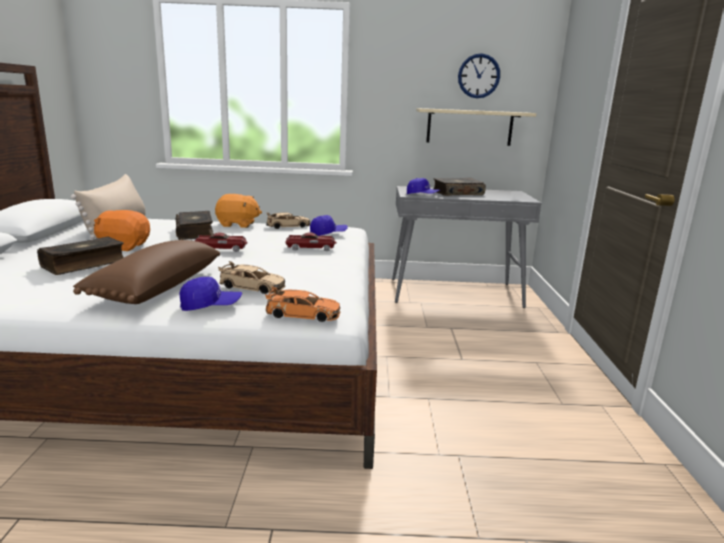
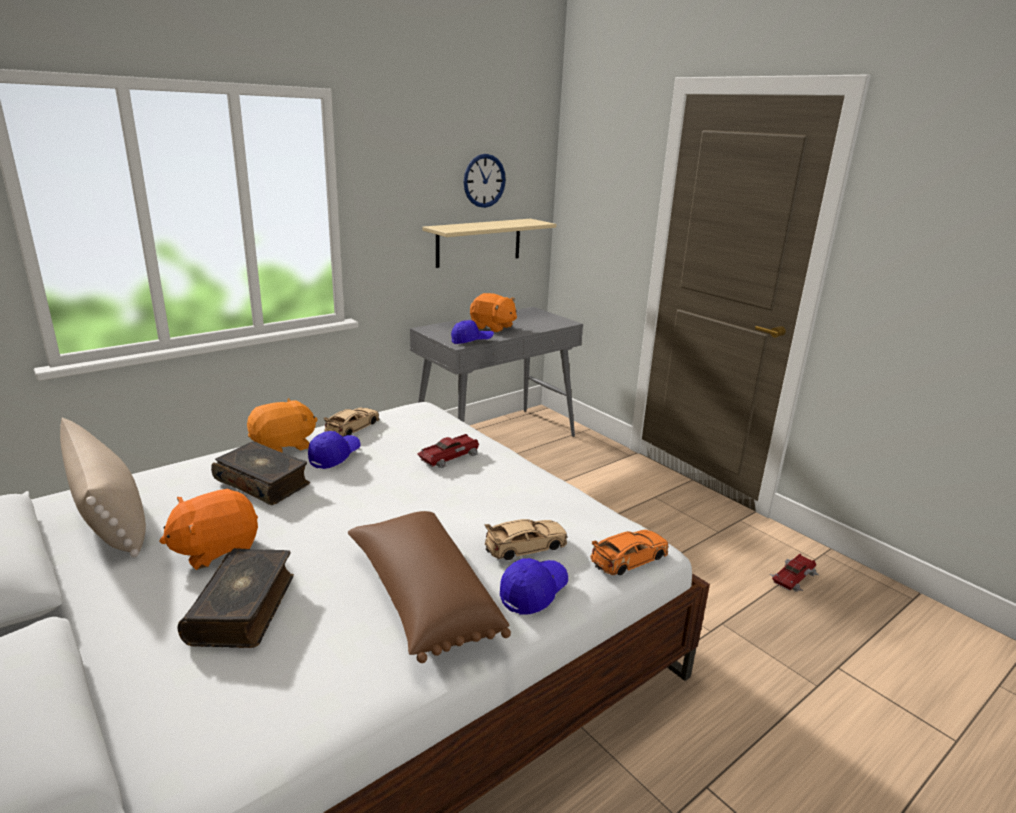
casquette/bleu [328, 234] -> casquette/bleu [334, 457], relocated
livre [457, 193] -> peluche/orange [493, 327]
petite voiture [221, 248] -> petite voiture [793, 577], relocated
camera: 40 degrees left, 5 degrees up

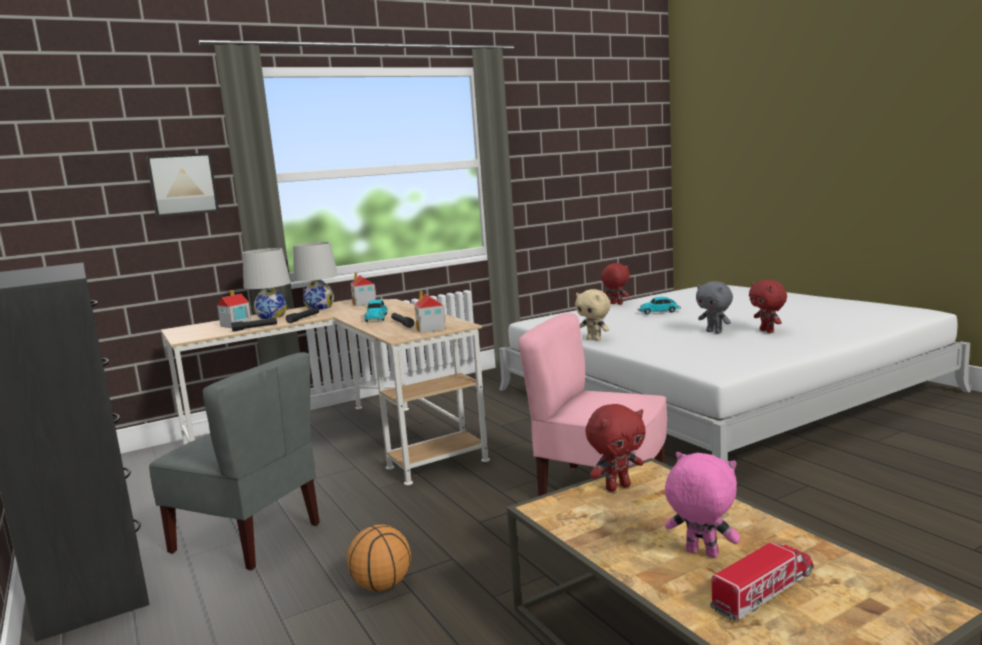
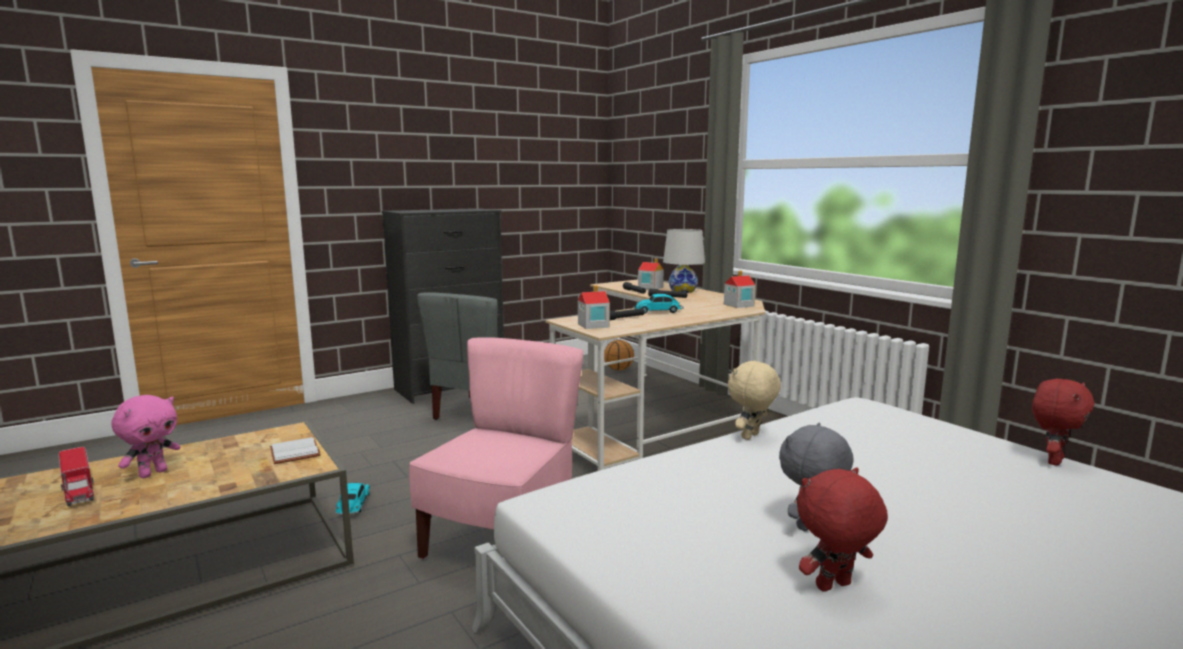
peluche/rouge [617, 487] -> livre/blanc [296, 453]
petite voiture [659, 312] -> petite voiture [353, 505], relocated
ballon de basket [382, 585] -> ballon de basket [619, 369], relocated
tableau [182, 184] -> none
lampe de table/blanc [320, 307] -> none
camera: 85 degrees right, 0 degrees up

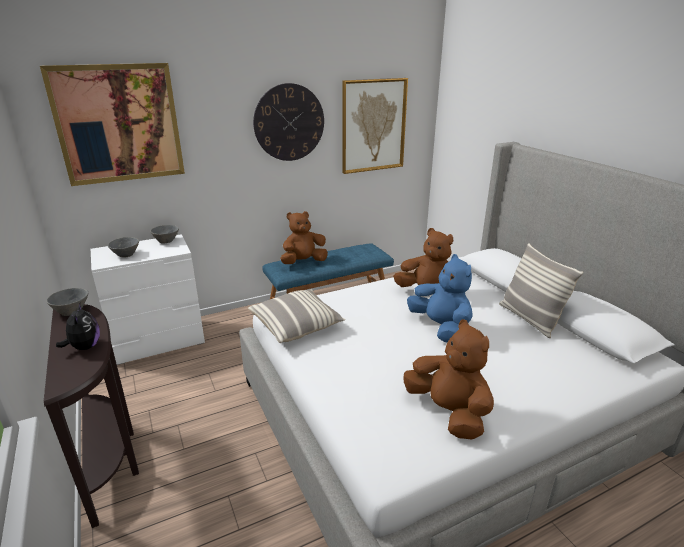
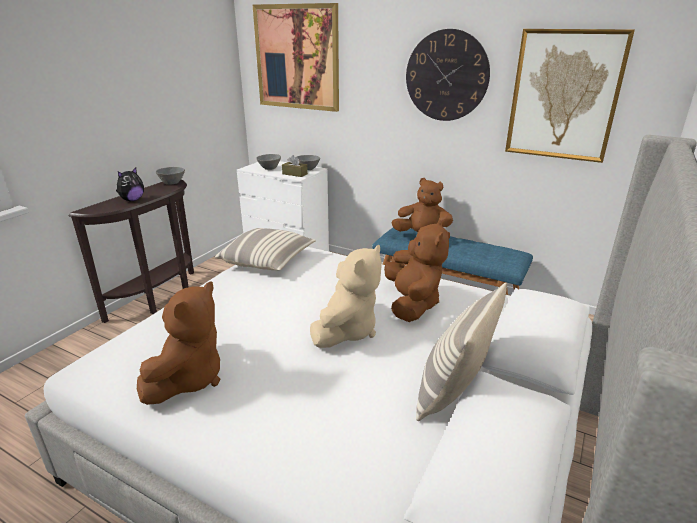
none -> boîte à mouchoirs/marron [295, 174]
peluche/bleu [440, 328] -> peluche/beige [347, 331]
camera: 55 degrees right, 0 degrees up

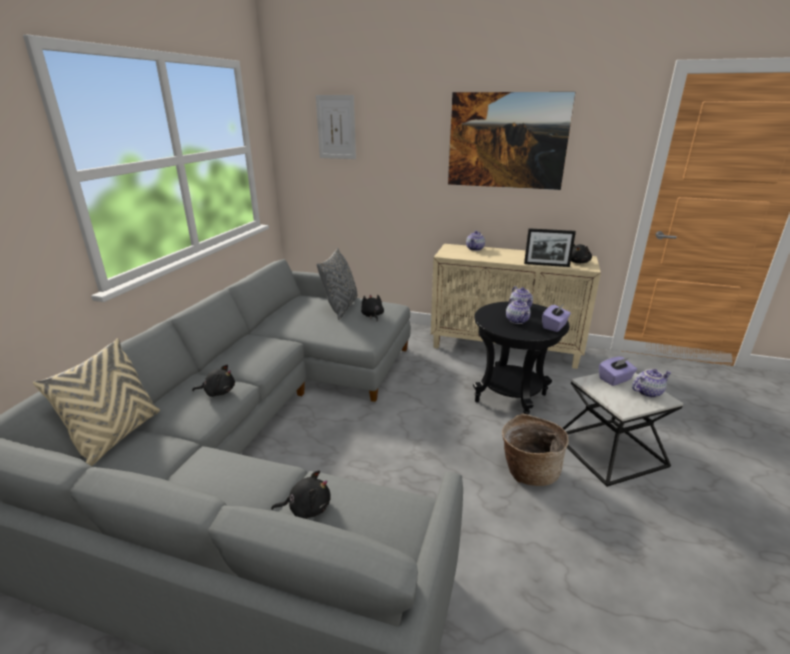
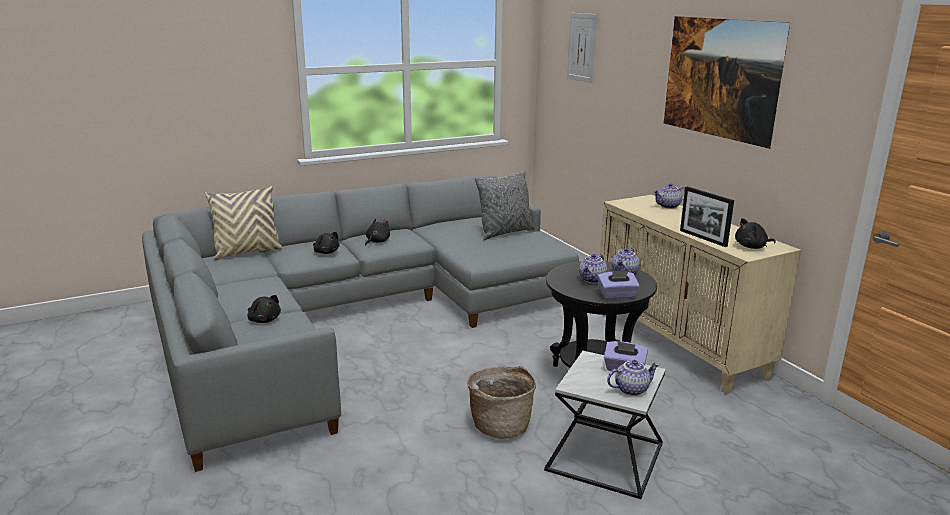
peluche/noir [372, 316] -> peluche/noir [377, 241], relocated
théière [647, 392] -> théière [631, 389], 45 degrees counterclockwise
camera: 45 degrees right, 5 degrees down

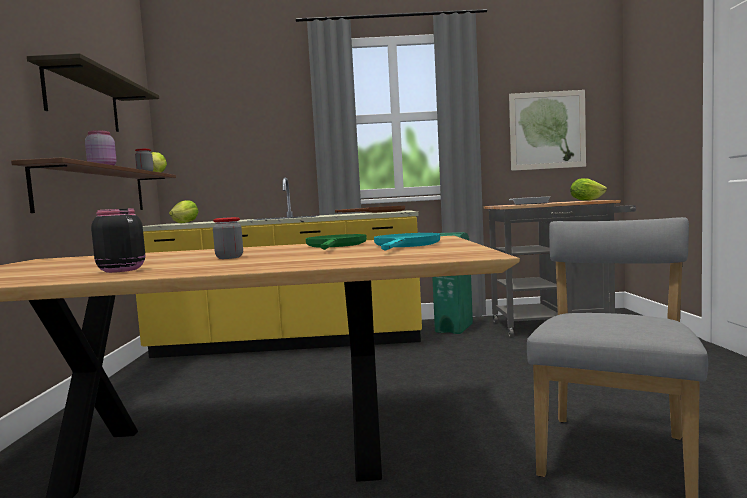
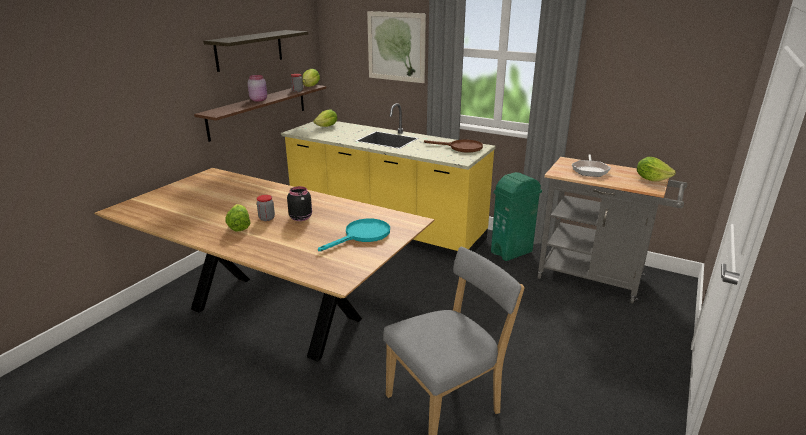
none -> laitue [239, 226]
bocal/noir [121, 270] -> bocal/noir [301, 217], relocated
tableau [547, 130] -> tableau [396, 47], relocated
poêle/vert [335, 245] -> none
camera: 30 degrees right, 20 degrees up

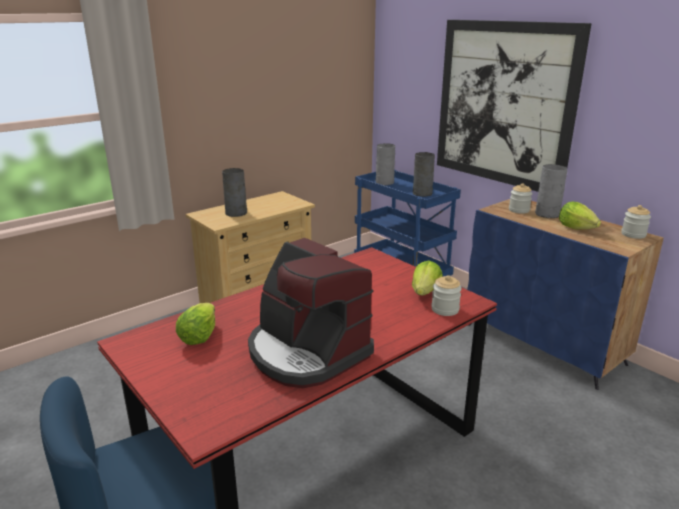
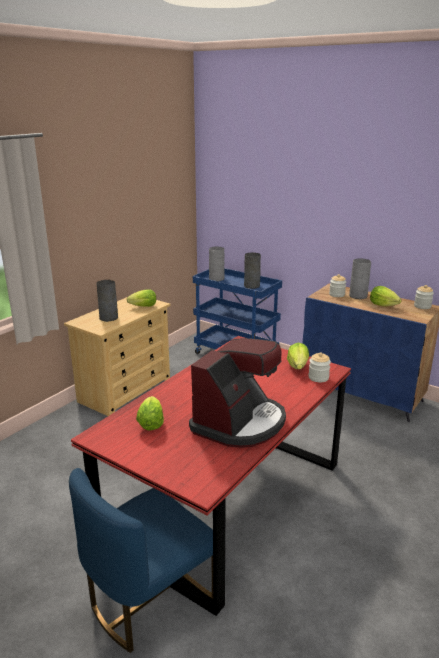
none -> laitue [144, 306]
machine à café [307, 352] -> machine à café [239, 423], 90 degrees counterclockwise
tableau [504, 104] -> none
camera: 15 degrees left, 0 degrees up

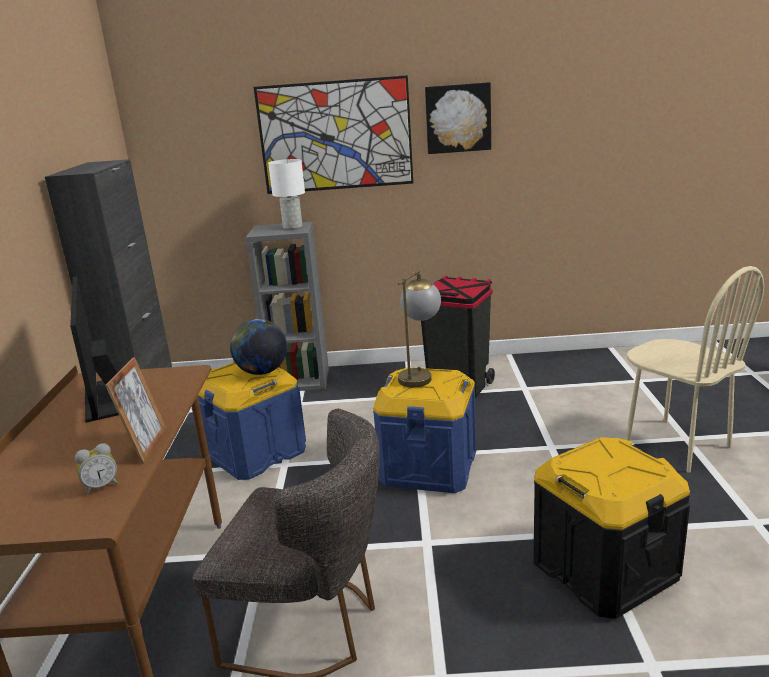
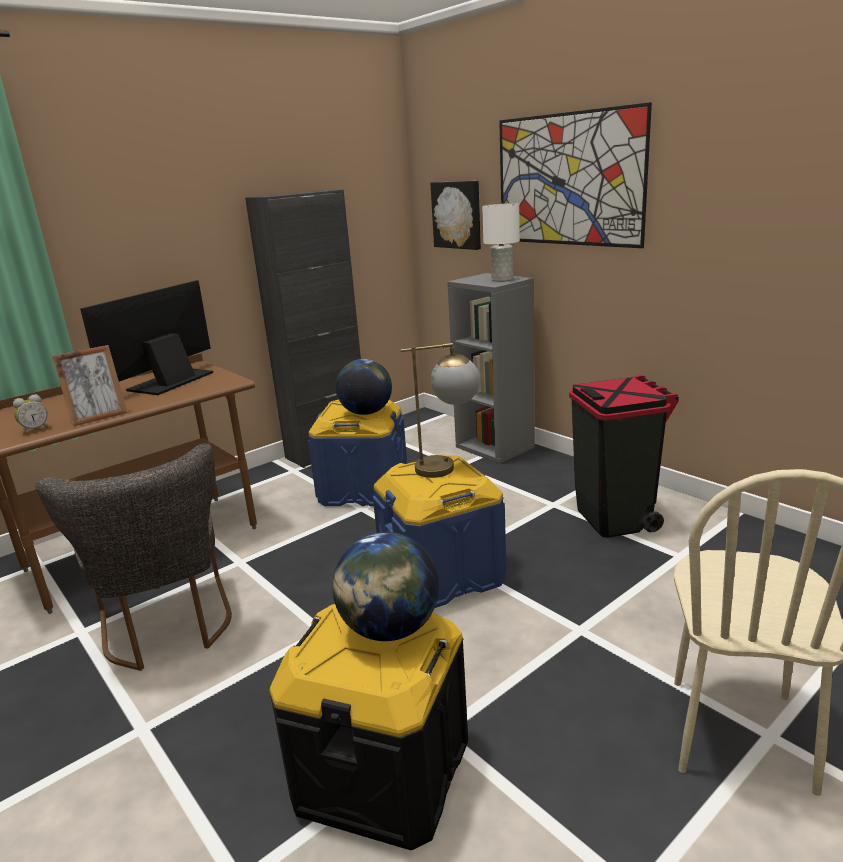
réveil [101, 486] -> réveil [35, 429], 60 degrees counterclockwise
none -> globe [389, 629]
tableau [458, 118] -> tableau [457, 215], relocated
camera: 50 degrees right, 0 degrees up

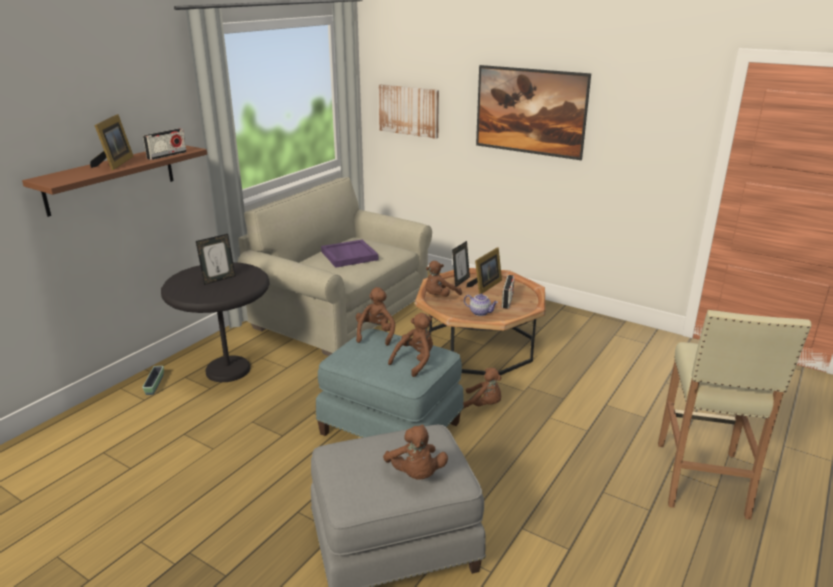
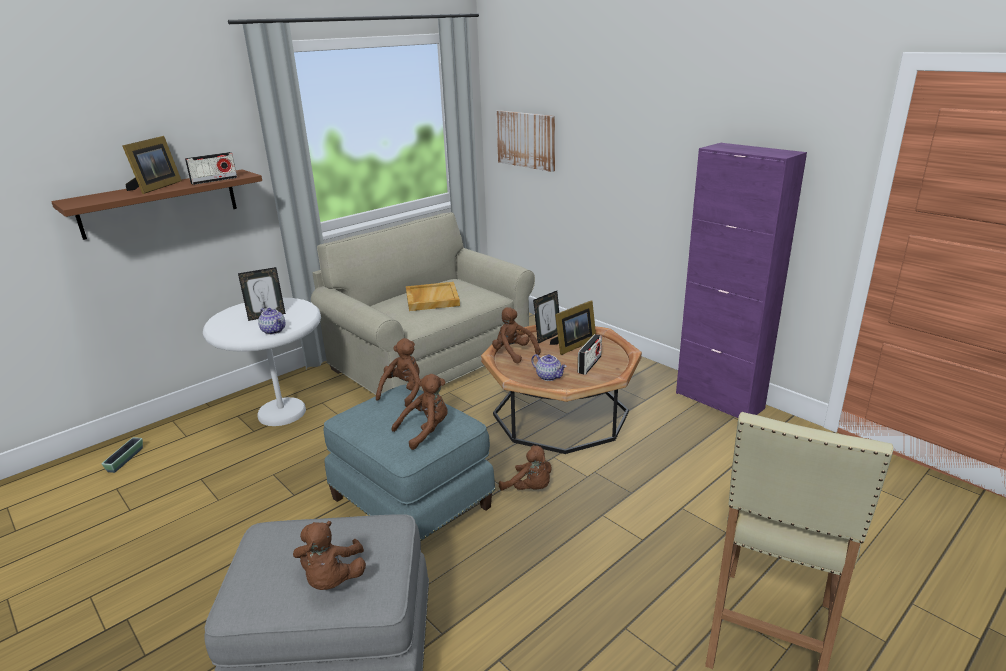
cache-pot [155, 384] -> cache-pot [125, 460], relocated
table d'appoint/noir [228, 370] -> table d'appoint/blanc [282, 413]
none -> théière [274, 331]
plateau/violet [348, 255] -> plateau/beige [431, 299]
peluche/marron [439, 296] -> peluche/marron [513, 353], 75 degrees clockwise
none -> meuble de rangement/violet [719, 401]
tableau [528, 132] -> none
camera: 15 degrees right, 0 degrees up

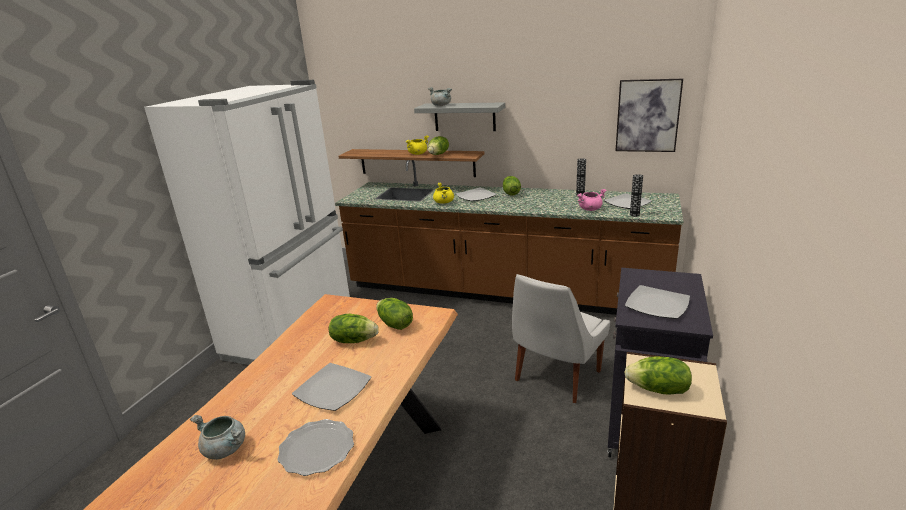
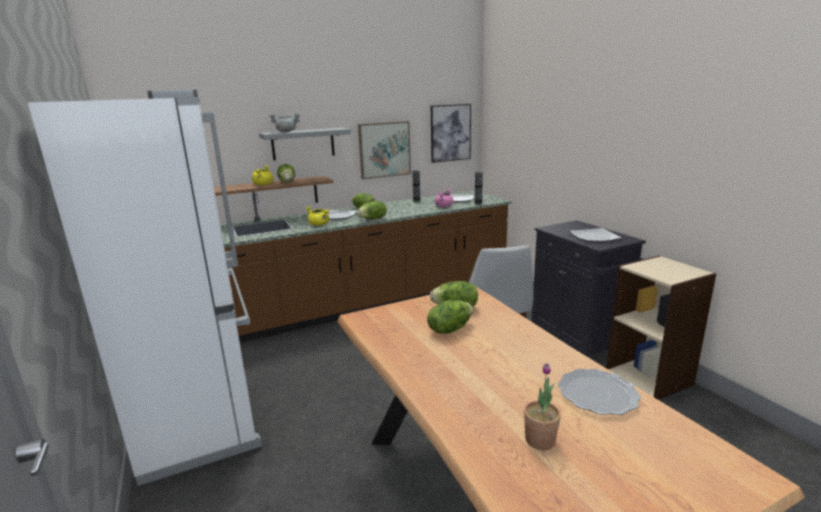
laitue [658, 390] -> laitue [373, 219], relocated
none -> tableau [384, 149]
marmite/gris [226, 449] -> plante en pot [540, 440]
assiette [333, 389] -> none
camera: 45 degrees left, 5 degrees down

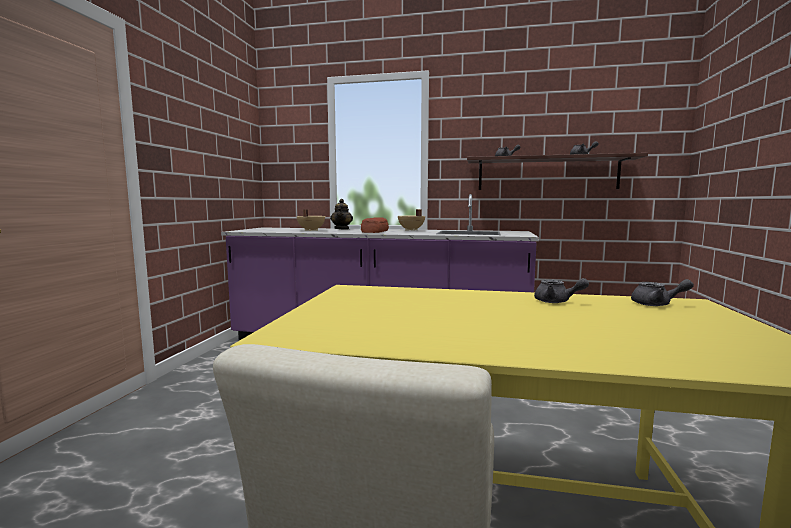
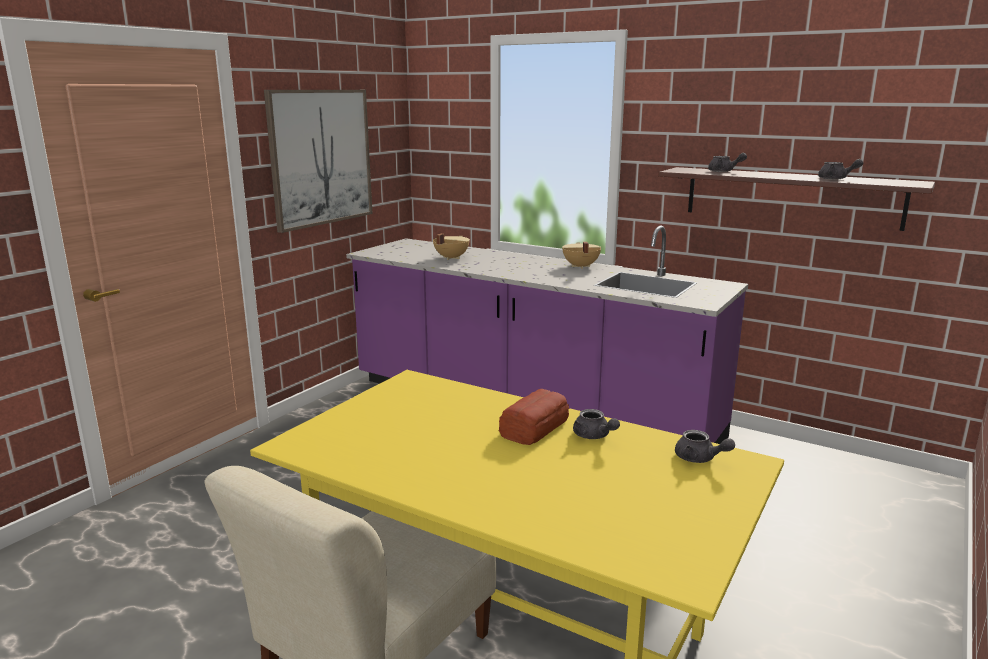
none -> tableau [321, 157]
pain [374, 231] -> pain [533, 427], relocated
théière [342, 229] -> none
camera: 20 degrees right, 10 degrees up

